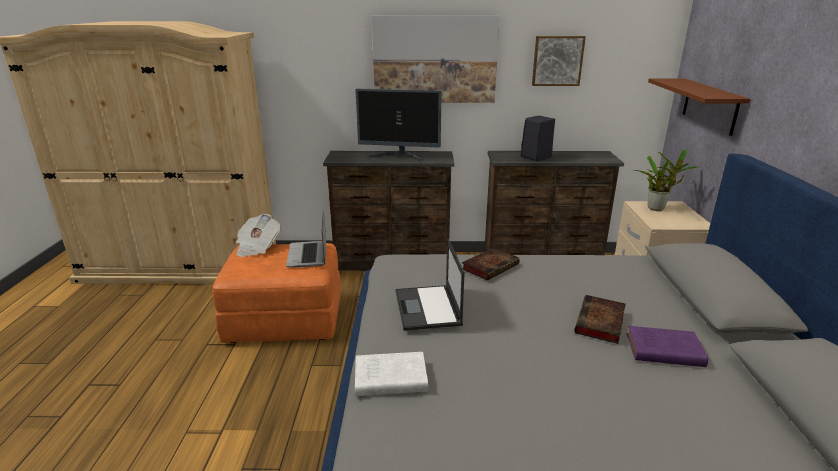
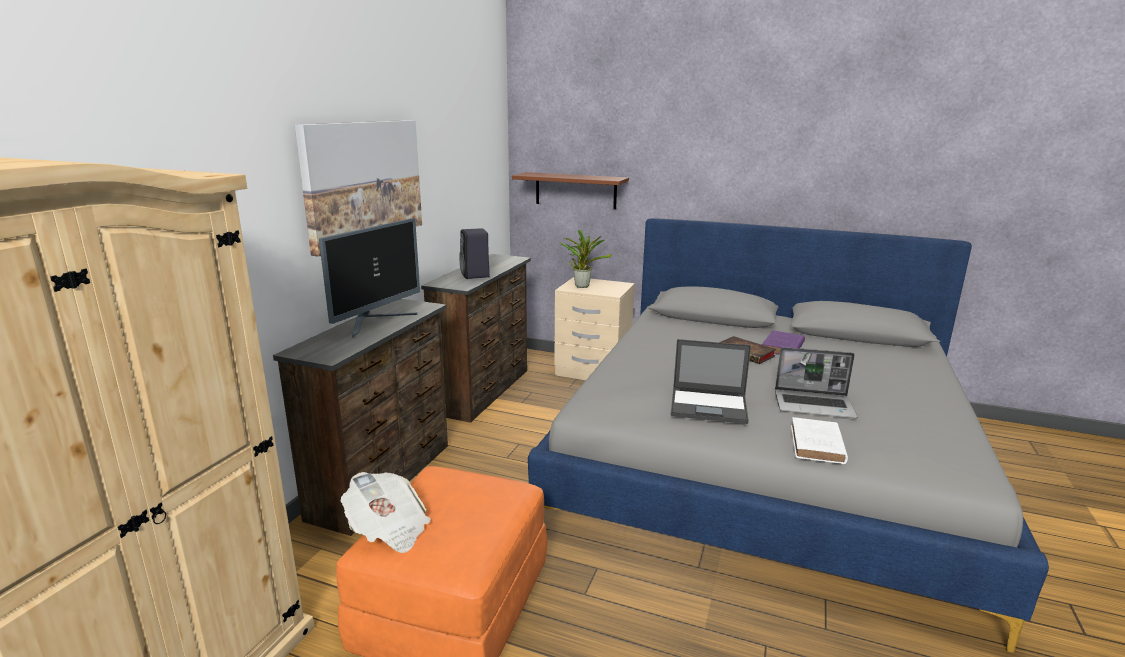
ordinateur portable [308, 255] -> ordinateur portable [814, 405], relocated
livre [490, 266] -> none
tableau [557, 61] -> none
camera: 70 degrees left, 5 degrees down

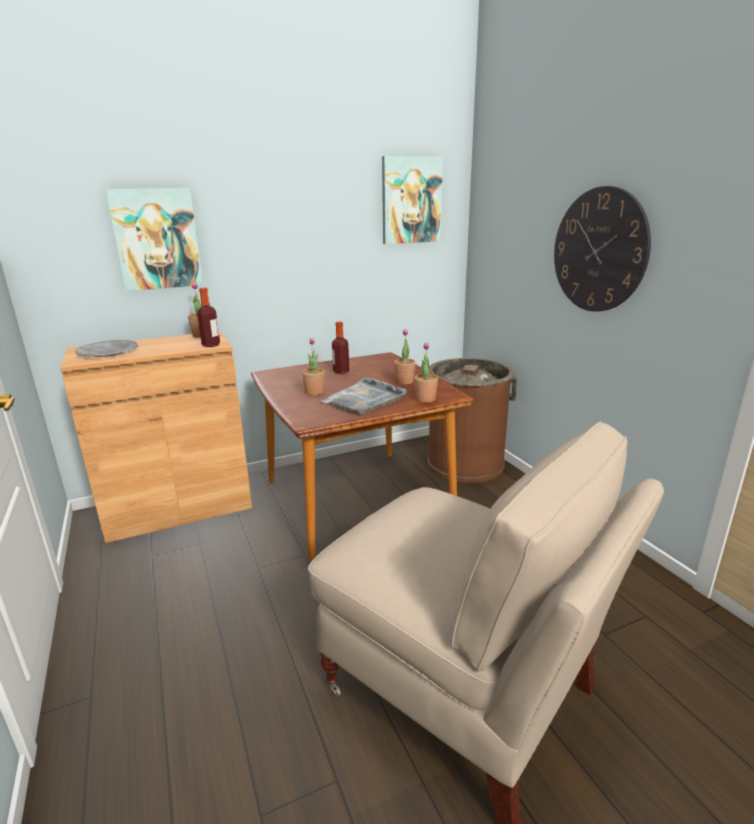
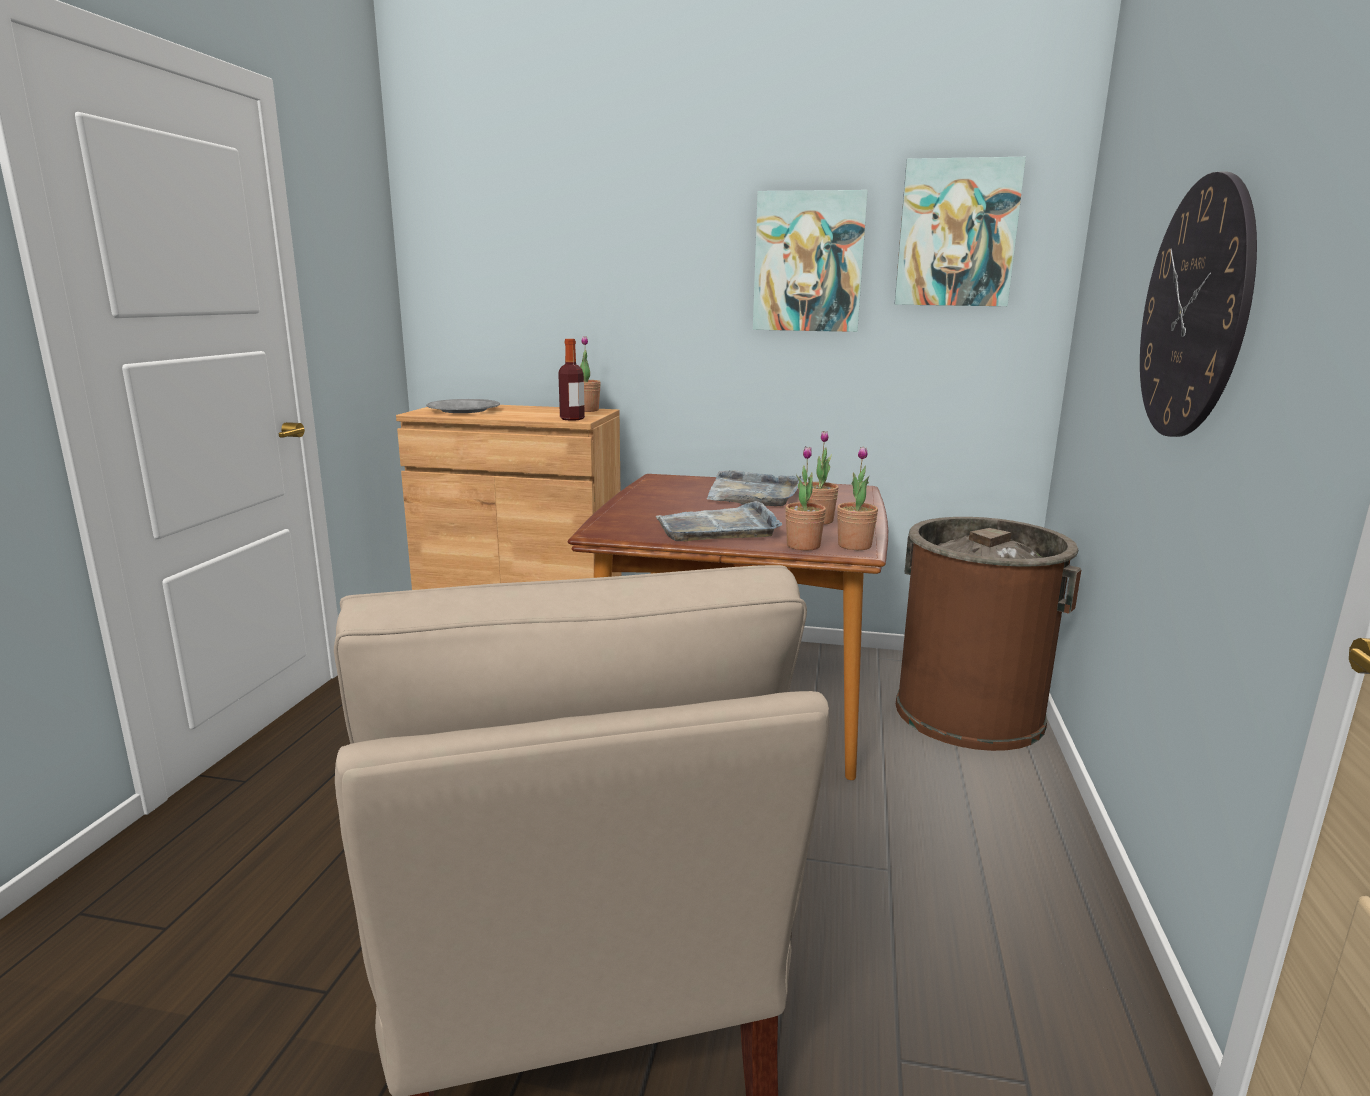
bouteille [341, 371] -> plateau/gris [753, 493]
tableau [157, 239] -> tableau [808, 262], relocated
plante en pot [314, 392] -> plante en pot [854, 546], relocated
camera: 35 degrees right, 5 degrees down

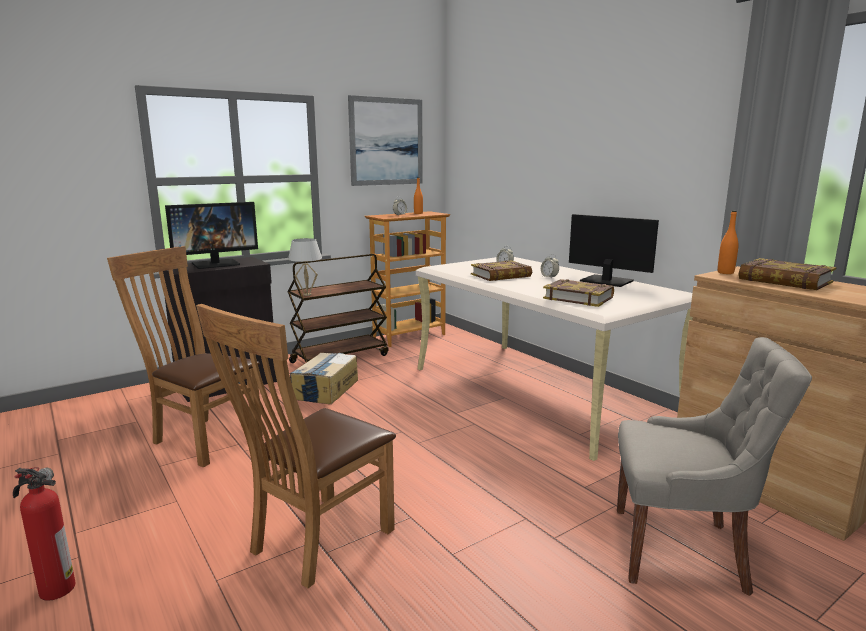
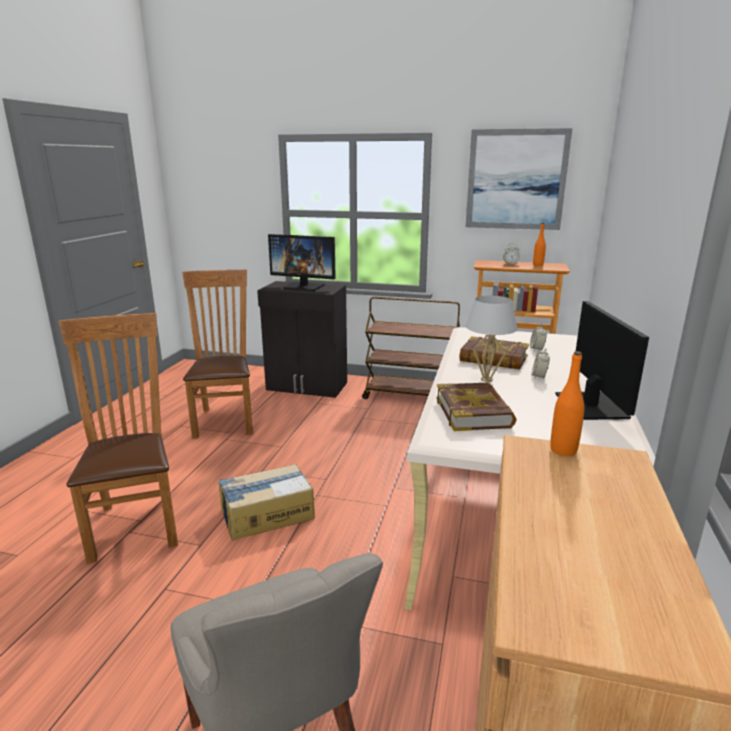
chaise/marron [315, 543] -> chaise/marron [136, 522], 75 degrees clockwise
carton [325, 389] -> carton [266, 514], relocated
lampe de table/blanc [307, 294] -> lampe de table/blanc [486, 380], relocated
extincteur [55, 588] -> none
livre [784, 281] -> none
camera: 50 degrees right, 5 degrees up

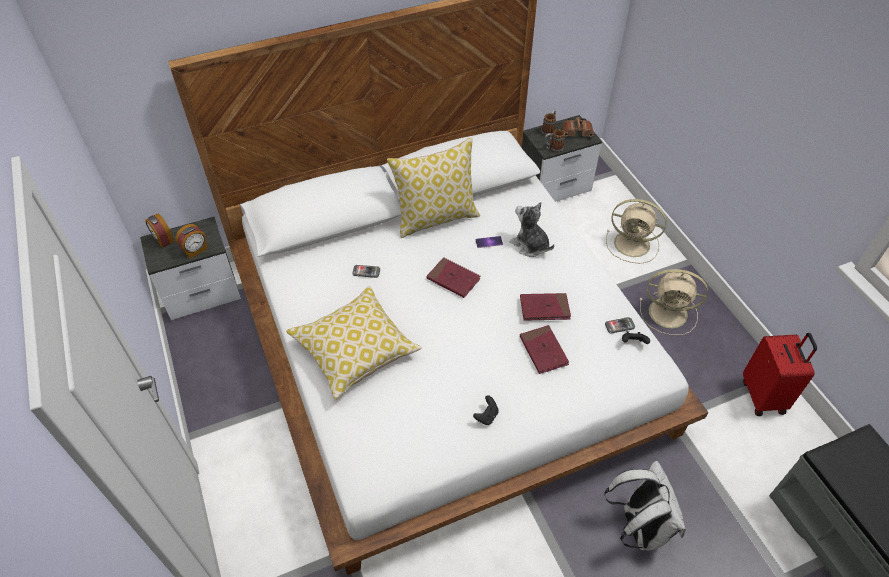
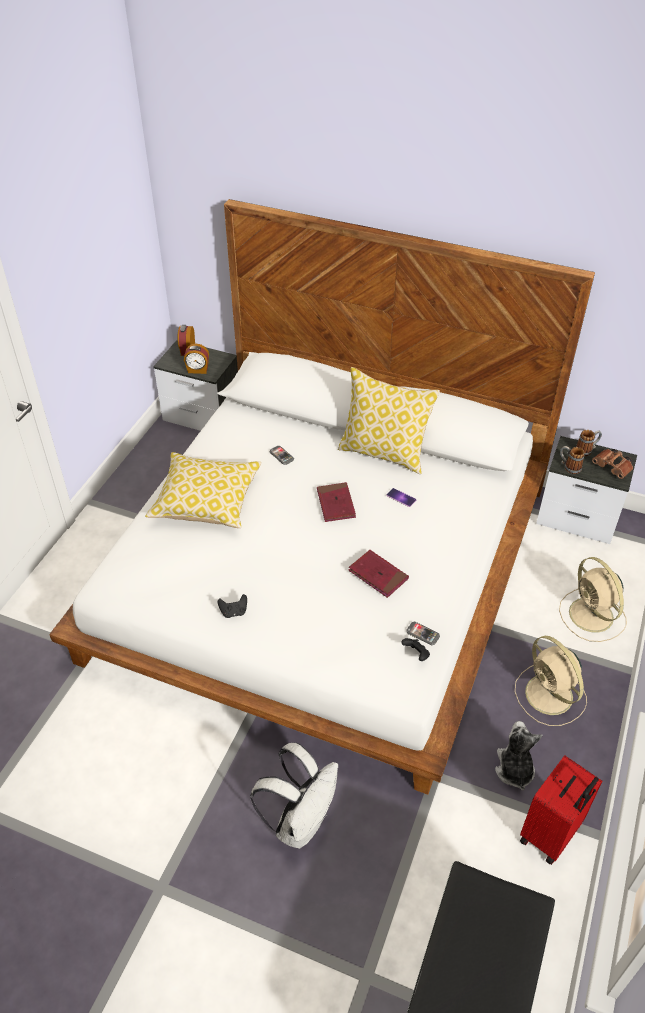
peluche [530, 245] -> peluche [514, 769], relocated
livre/rouge [543, 351] -> none
camera: 45 degrees right, 5 degrees down

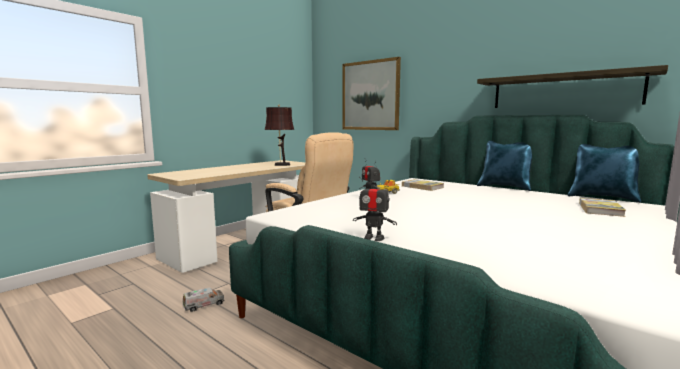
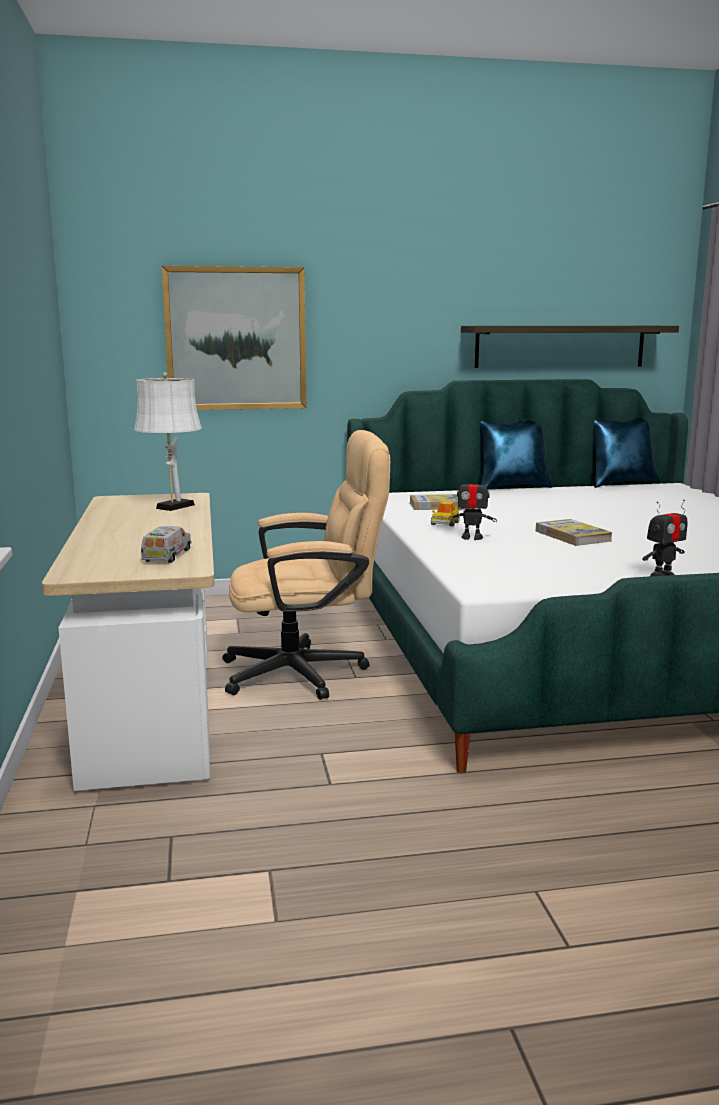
lampe de table/marron [280, 165] -> lampe de table/blanc [172, 507]
camion jouet [203, 305] -> camion jouet [167, 555], relocated
livre [600, 209] -> livre [572, 536], relocated
camera: 50 degrees left, 5 degrees up

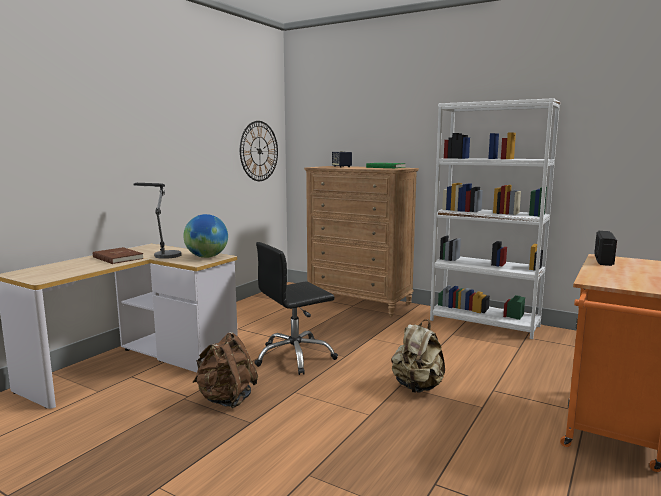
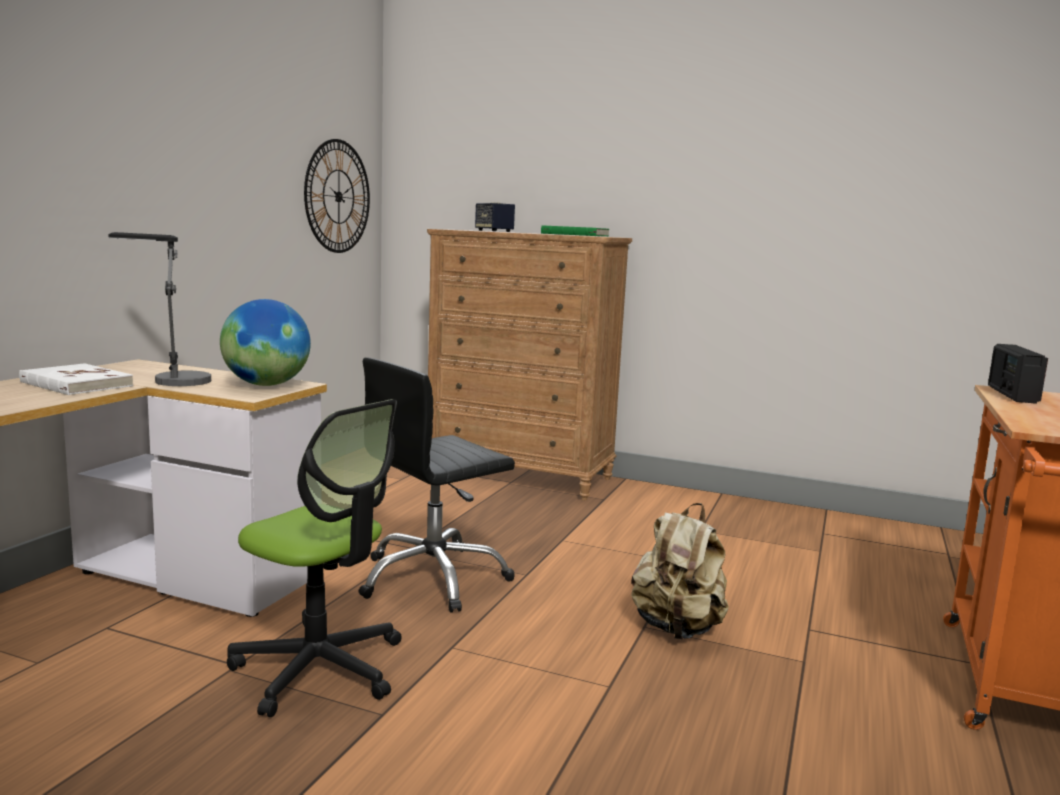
livre/marron [117, 258] -> livre/blanc [76, 384]
sac à dos/marron [226, 399] -> chaise de bureau [319, 668]
bibliothèque/blanc [484, 323] -> none
camera: 10 degrees left, 0 degrees up

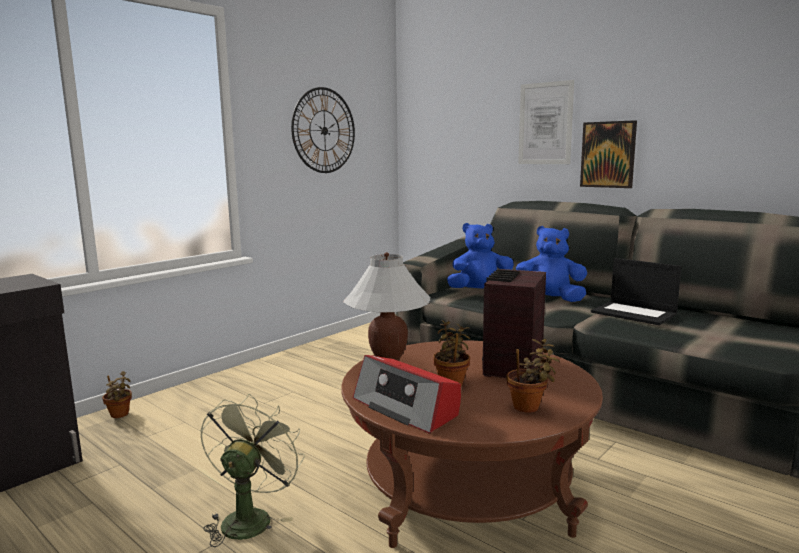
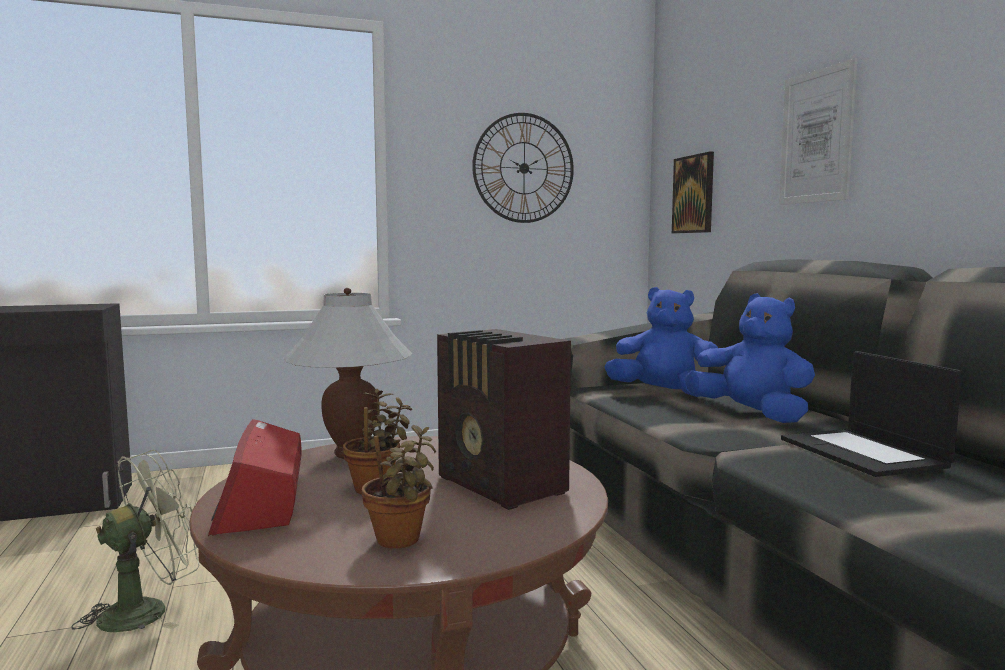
radio [511, 367] -> radio [501, 486], 90 degrees counterclockwise
tableau [608, 154] -> tableau [693, 194], relocated
plante en pot [120, 415] -> none
camera: 30 degrees right, 5 degrees down

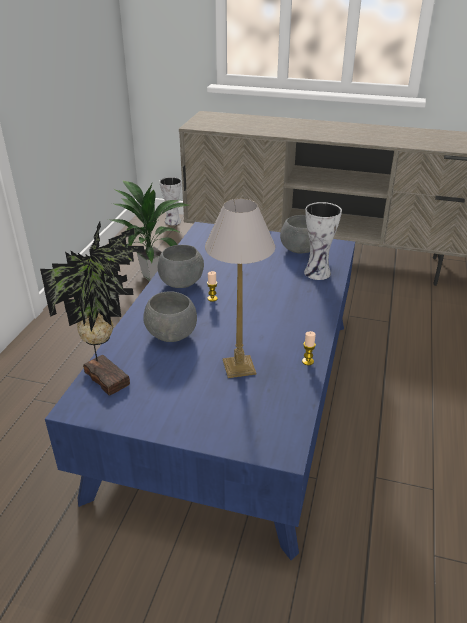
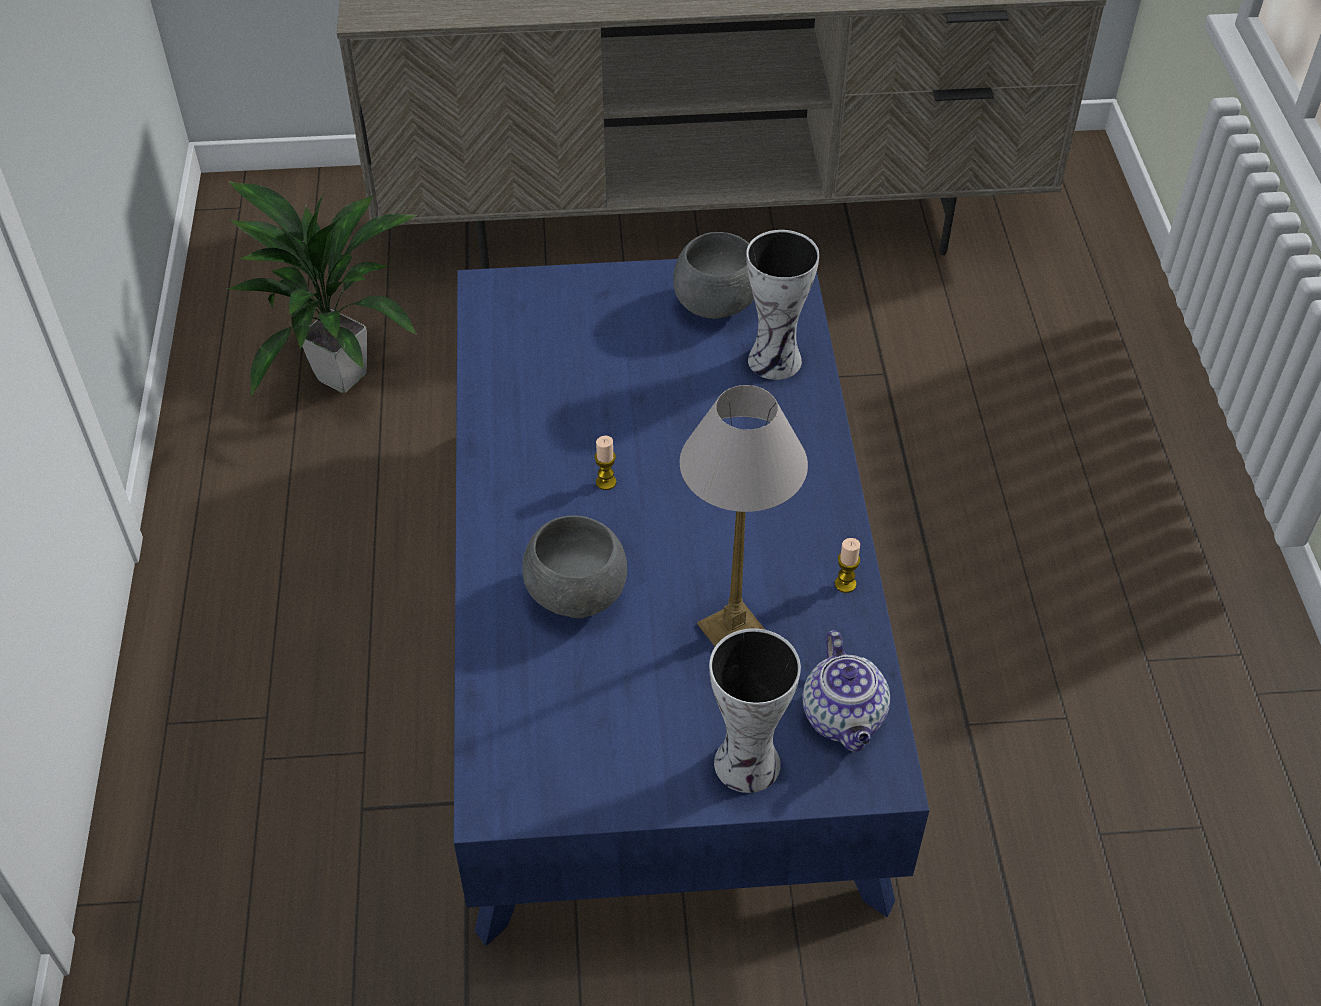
vase [172, 221] -> vase [745, 766], relocated
none -> théière [844, 718]
plante en pot [109, 377] -> none
bol/gris [182, 283] -> none
camera: 20 degrees left, 15 degrees up

